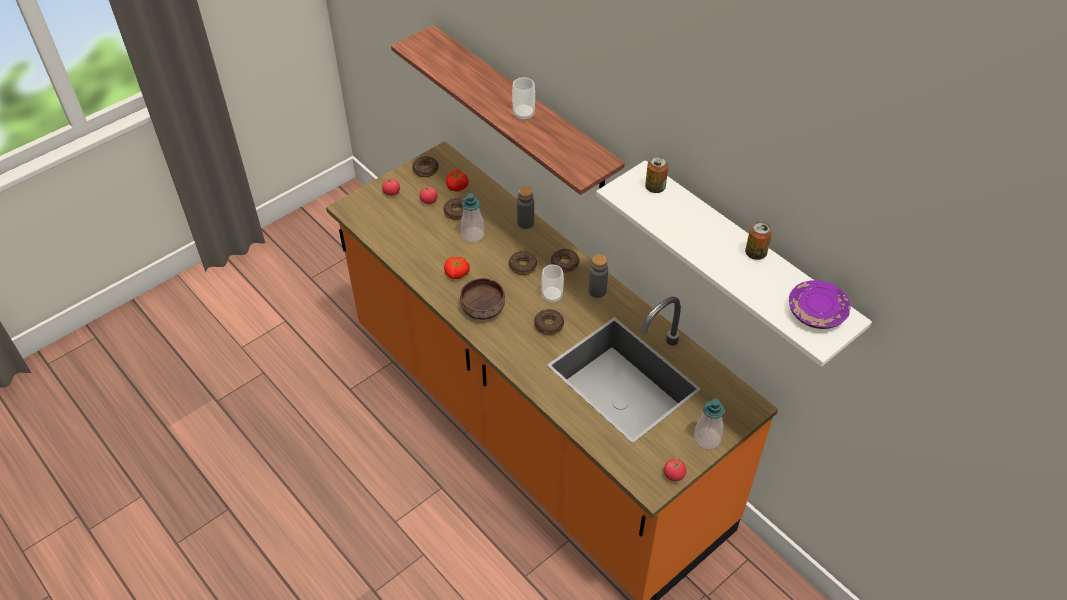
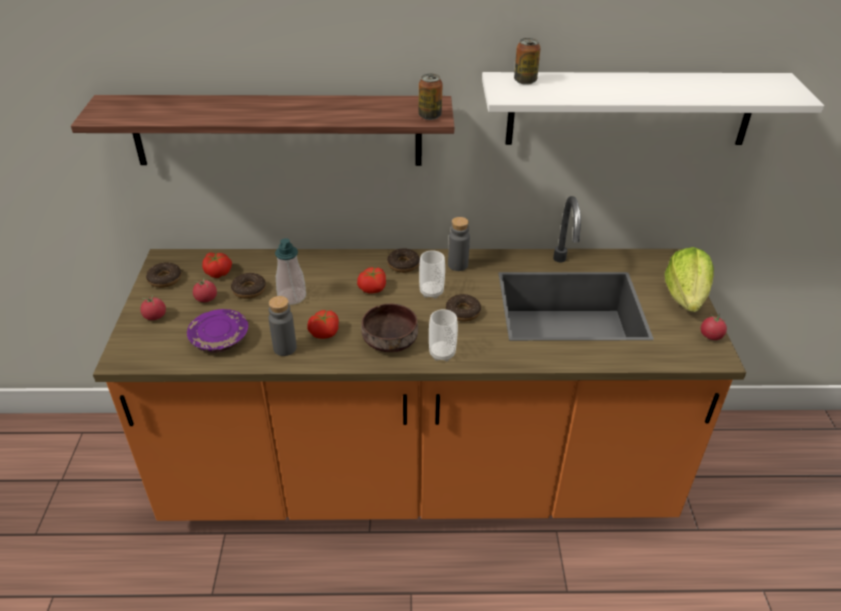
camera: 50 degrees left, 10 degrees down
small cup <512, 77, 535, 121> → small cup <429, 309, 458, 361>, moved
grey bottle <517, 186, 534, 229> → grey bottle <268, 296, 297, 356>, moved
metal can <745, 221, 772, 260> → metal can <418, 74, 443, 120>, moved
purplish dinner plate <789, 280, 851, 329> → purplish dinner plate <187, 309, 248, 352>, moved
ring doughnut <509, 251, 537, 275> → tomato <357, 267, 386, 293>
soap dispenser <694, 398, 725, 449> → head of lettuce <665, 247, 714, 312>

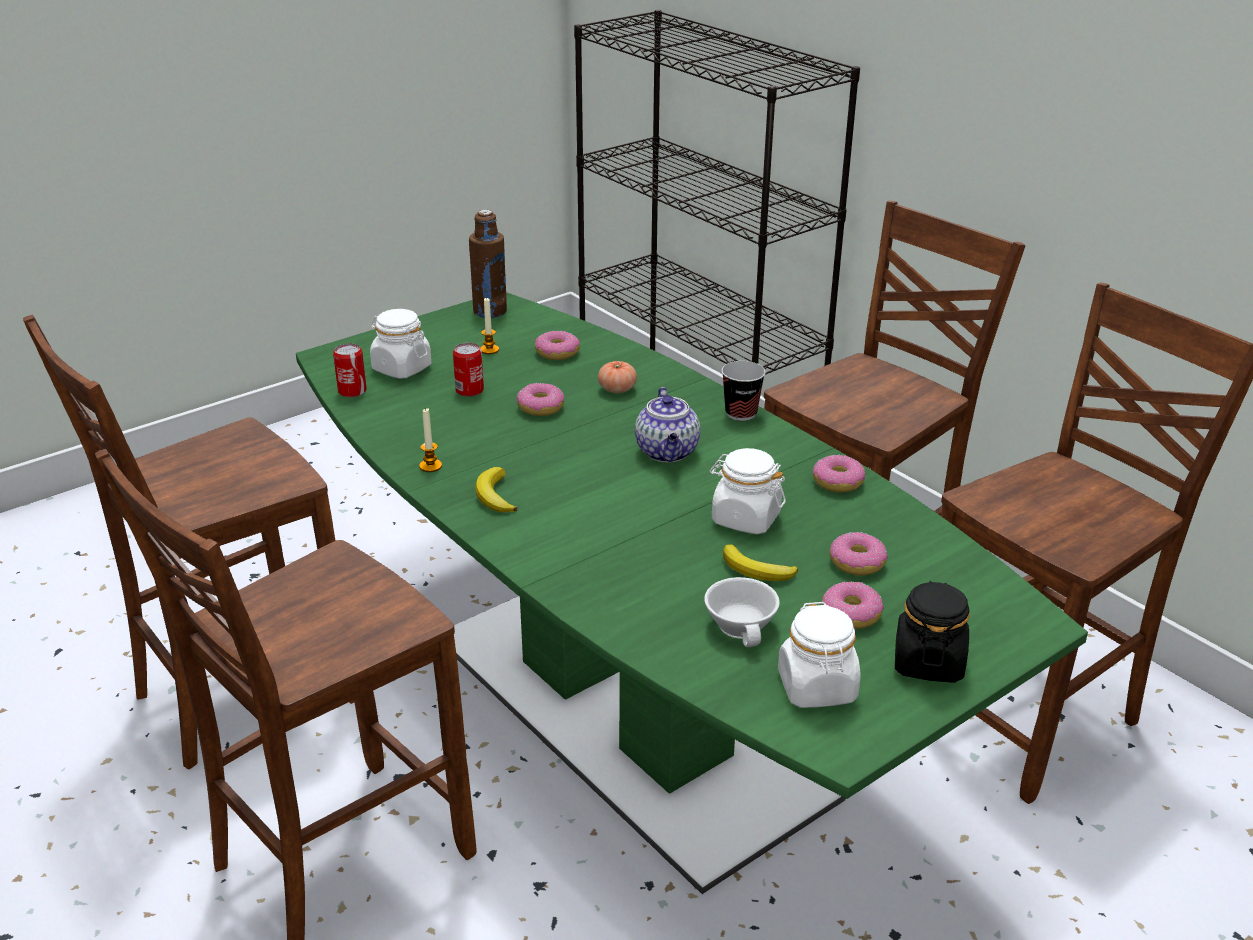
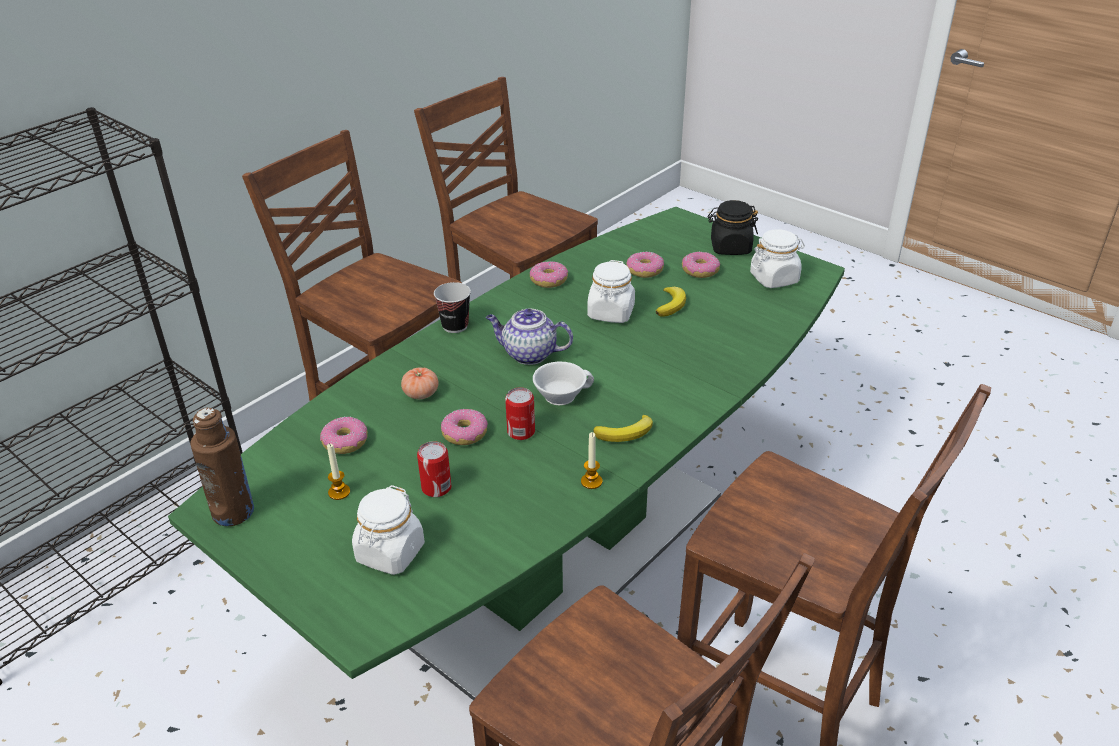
camera: 100 degrees left, 5 degrees up
metal can <333, 343, 367, 397> → metal can <505, 387, 535, 440>, moved
white-coloured small cup <704, 577, 780, 647> → white-coloured small cup <533, 362, 594, 405>, moved
pot for tea <635, 387, 700, 462> → pot for tea <486, 309, 573, 365>, 150 degrees counterclockwise

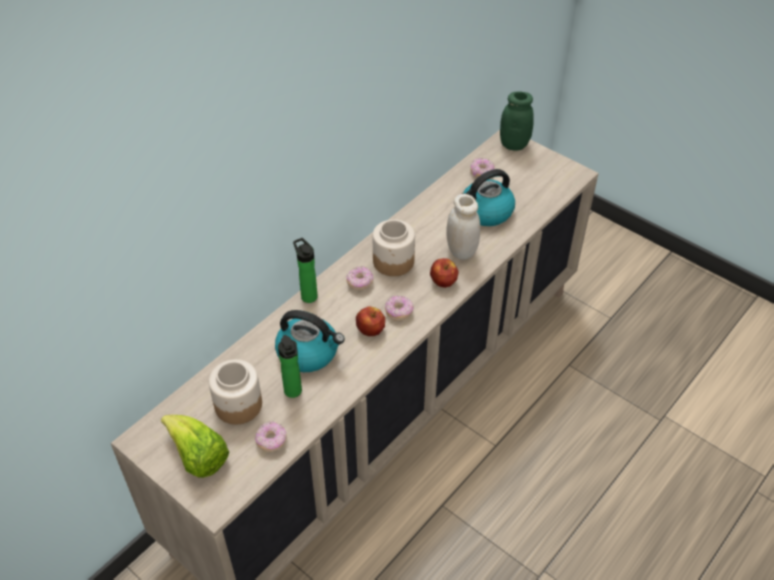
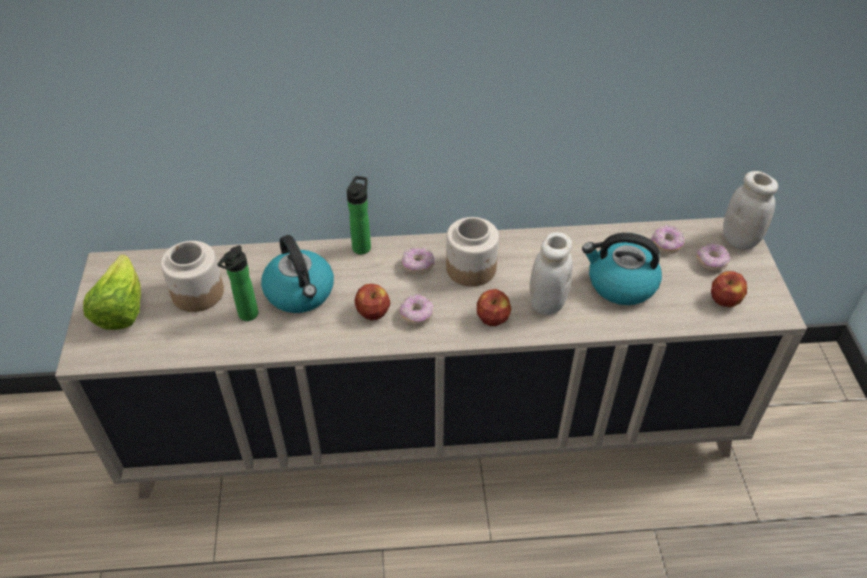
camera: 45 degrees right, 0 degrees up
- → apple fruit <711, 271, 747, 308>
ring doughnut <255, 421, 287, 452> → ring doughnut <696, 243, 730, 271>, moved
green preserve jar <500, 91, 534, 151> → white-coloured preserve jar <723, 171, 778, 249>

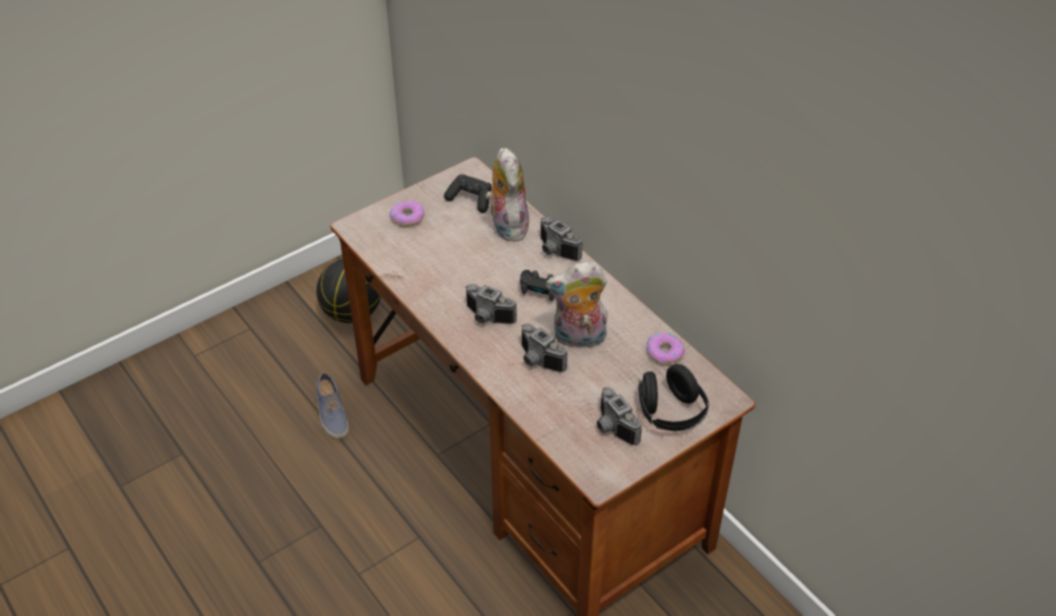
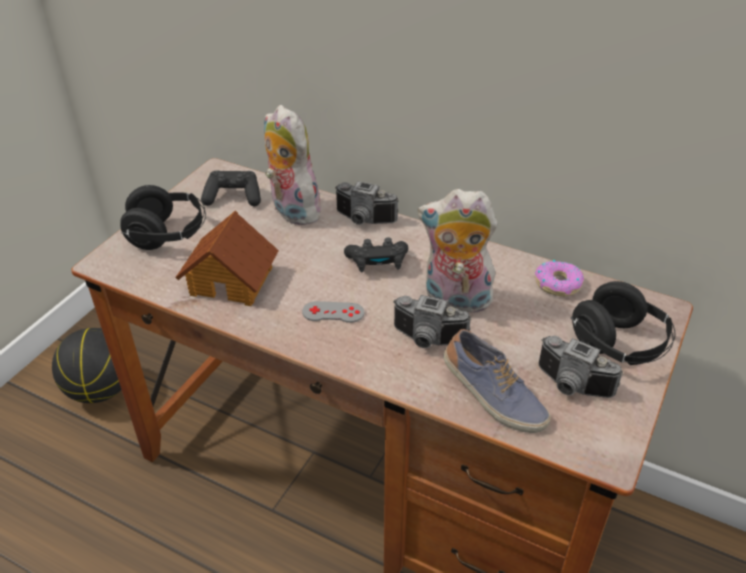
camera: 25 degrees left, 5 degrees down
- → miniature house <175, 210, 279, 306>
shoe <315, 372, 349, 439> → shoe <443, 329, 551, 433>, moved
ring doughnut <390, 201, 425, 227> → black-coloured headset <120, 185, 206, 250>
still camera <465, 284, 517, 324> → grey game controller <302, 301, 364, 323>
cuddly toy <546, 262, 608, 348> → cuddly toy <418, 189, 497, 313>, 45 degrees clockwise

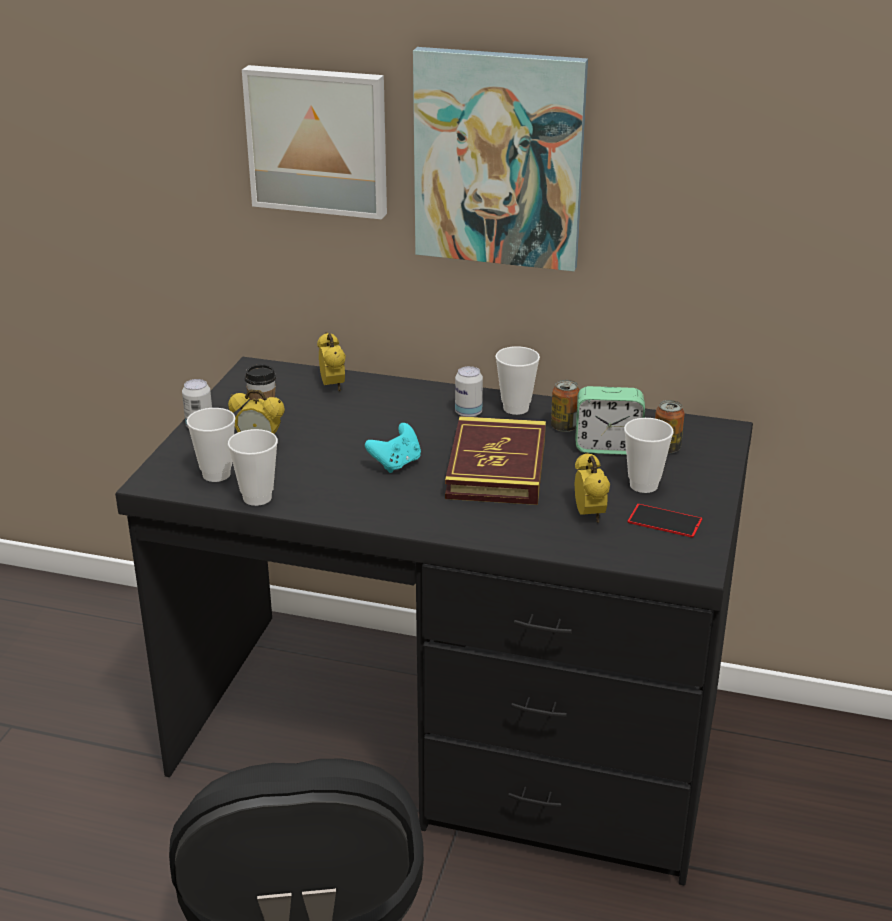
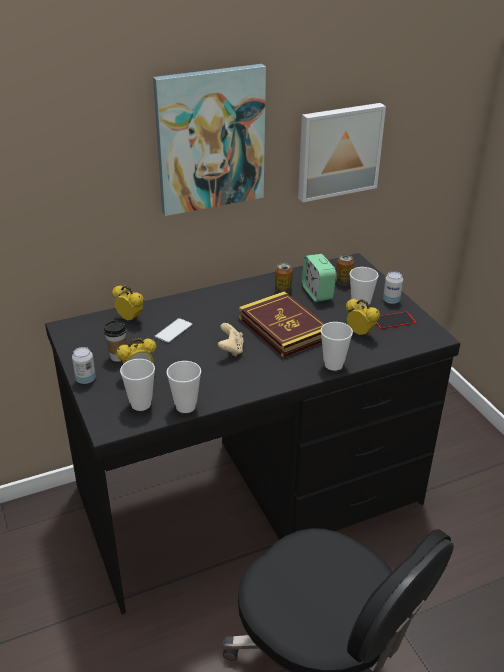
camera: 40 degrees left, 5 degrees up
- → phone <154, 318, 192, 343>
wall art <242, 65, 387, 219> → wall art <298, 103, 386, 202>, moved
metal can <455, 366, 483, 417> → metal can <383, 271, 403, 304>, moved
small cup <495, 346, 540, 415> → small cup <321, 322, 353, 371>, moved
turquoise game controller <365, 423, 421, 473> → sand-coloured game controller <218, 323, 244, 357>
bedside clock <575, 386, 645, 455> → bedside clock <302, 254, 336, 302>, 105 degrees clockwise

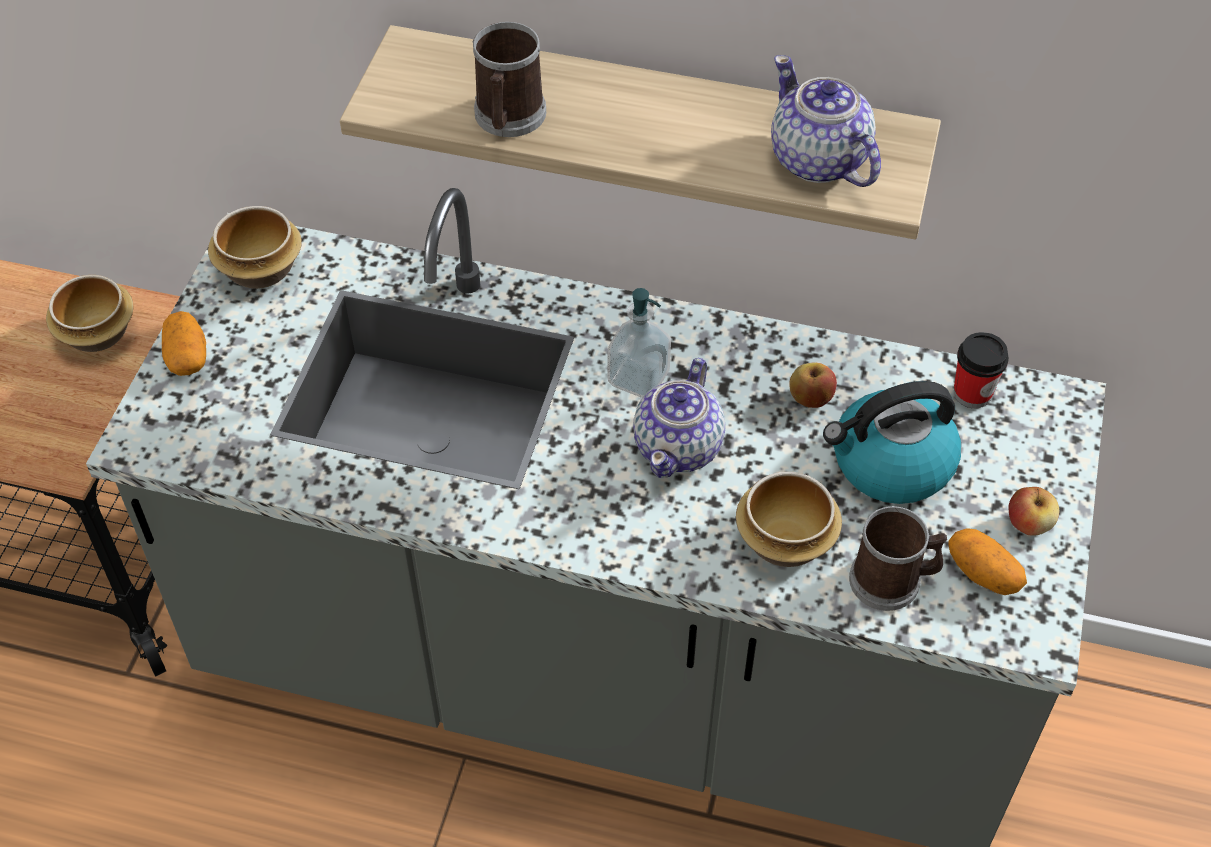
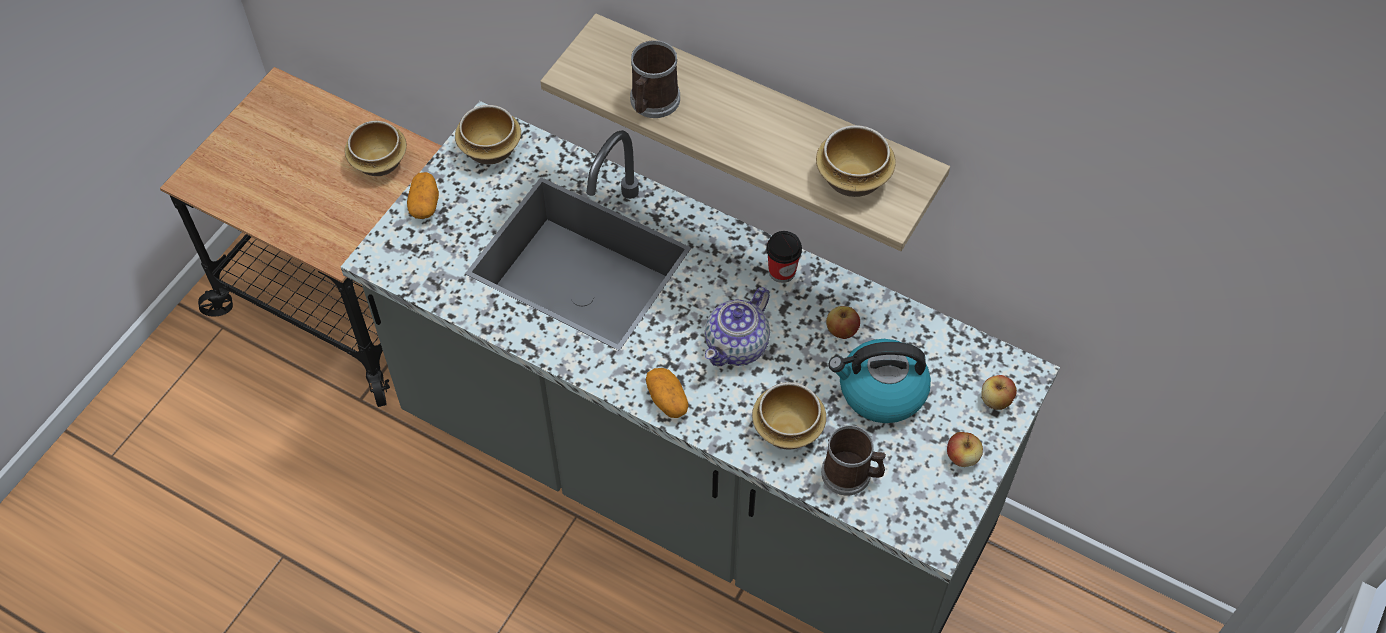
camera: 15 degrees right, 5 degrees up
soap dispenser <608, 288, 671, 398> → -
- → apple fruit <981, 375, 1017, 410>
spud <948, 528, 1027, 595> → spud <646, 368, 689, 418>, moved
small cup <954, 332, 1009, 408> → small cup <766, 231, 802, 283>, moved
pot for tea <771, 55, 881, 187> → serving bowl <816, 125, 896, 197>

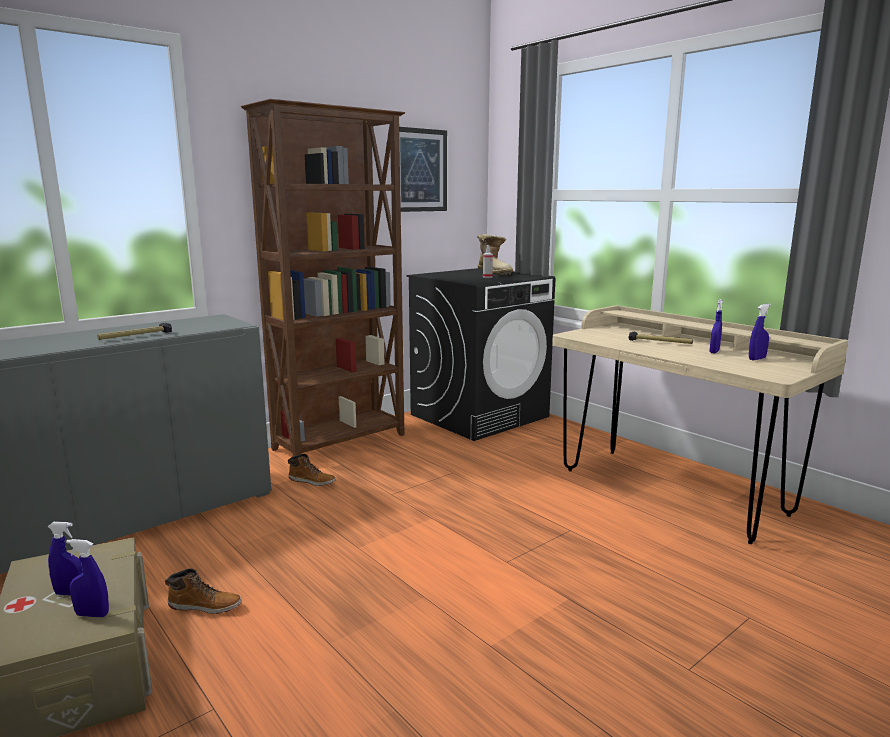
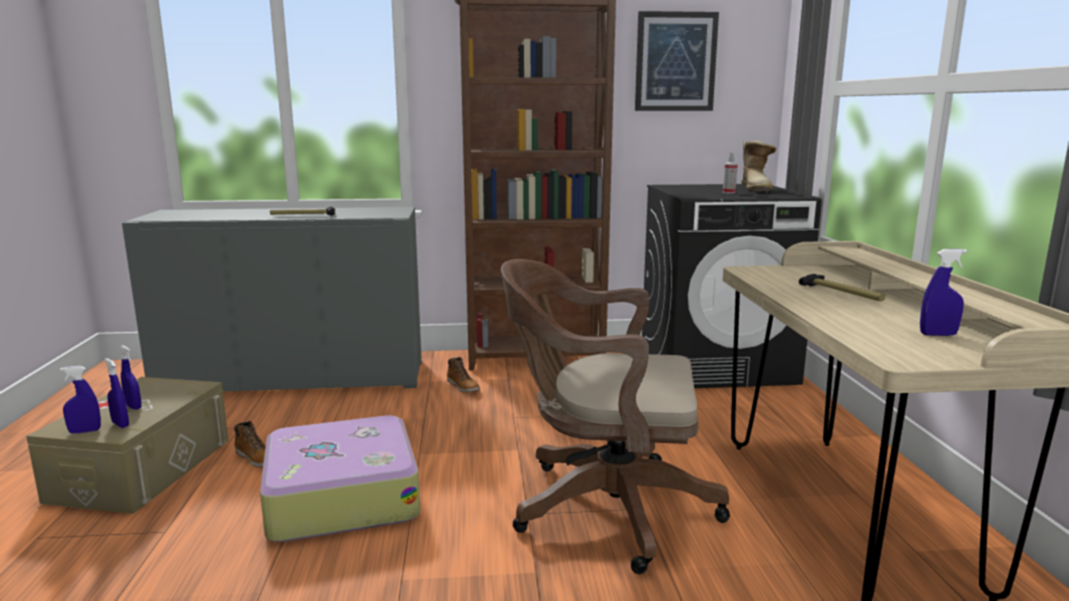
camera: 35 degrees right, 0 degrees up
- → piece of luggage <260, 415, 420, 542>
- → brownish computer chair <501, 259, 730, 574>
bluish spray bottle <709, 299, 723, 354> → bluish spray bottle <60, 366, 101, 434>, moved

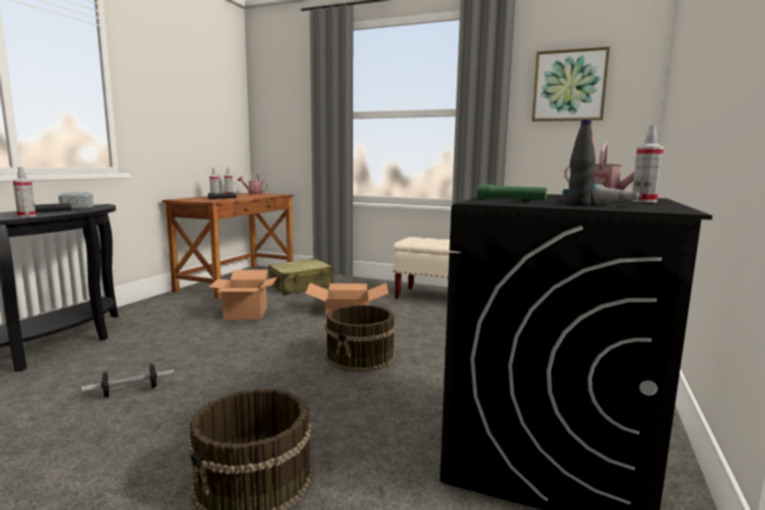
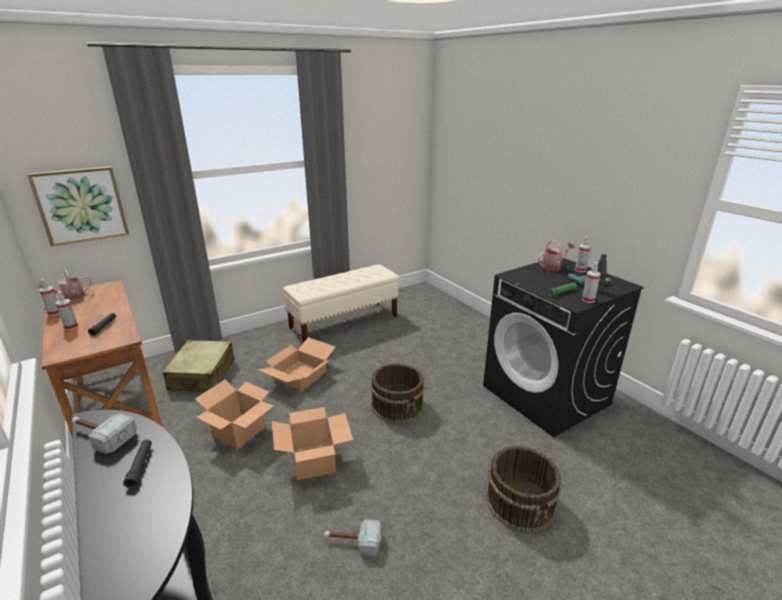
camera: 55 degrees left, 15 degrees up
- → packing box <272, 407, 353, 480>
spray bottle <13, 167, 36, 217> → spray bottle <582, 262, 601, 303>, moved
wall art <532, 47, 610, 121> → wall art <27, 166, 129, 246>, moved
hand weight <82, 364, 174, 397> → tool hammer <324, 519, 382, 556>

